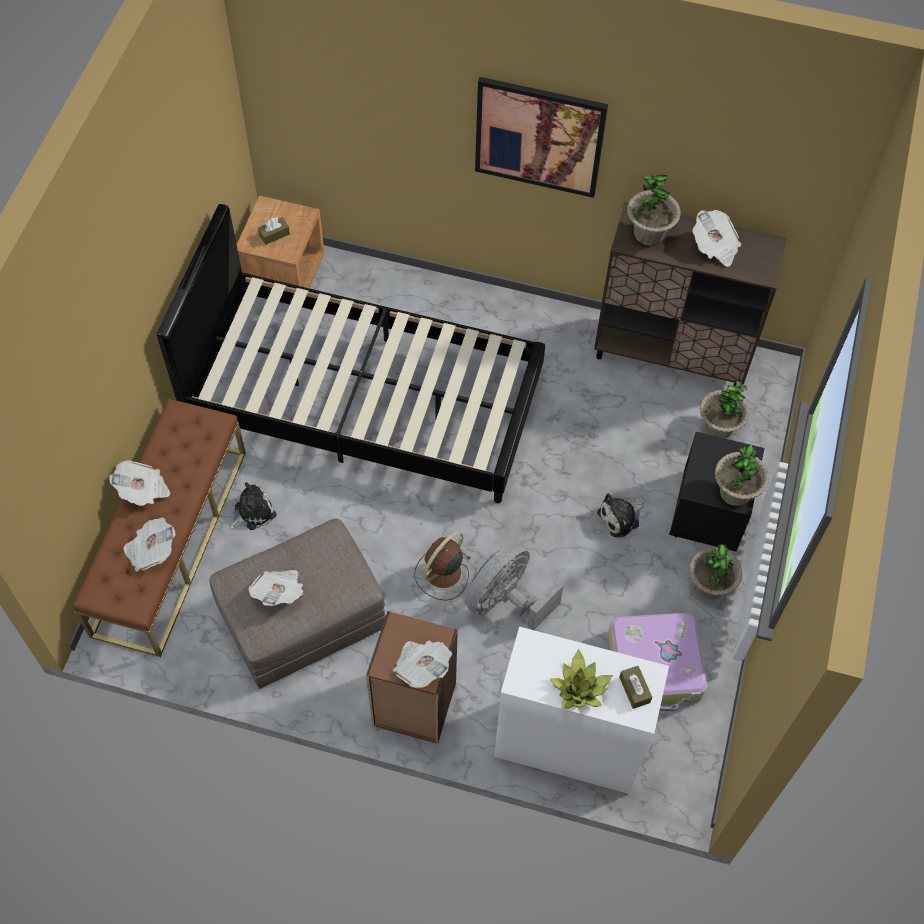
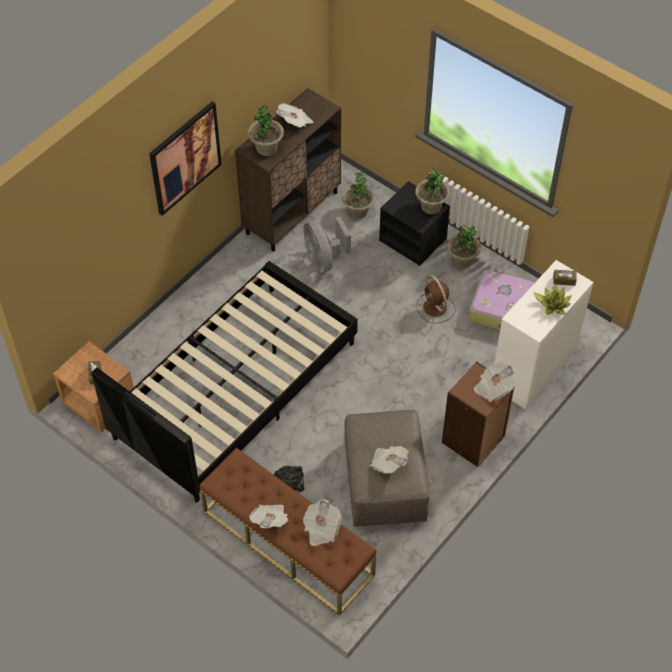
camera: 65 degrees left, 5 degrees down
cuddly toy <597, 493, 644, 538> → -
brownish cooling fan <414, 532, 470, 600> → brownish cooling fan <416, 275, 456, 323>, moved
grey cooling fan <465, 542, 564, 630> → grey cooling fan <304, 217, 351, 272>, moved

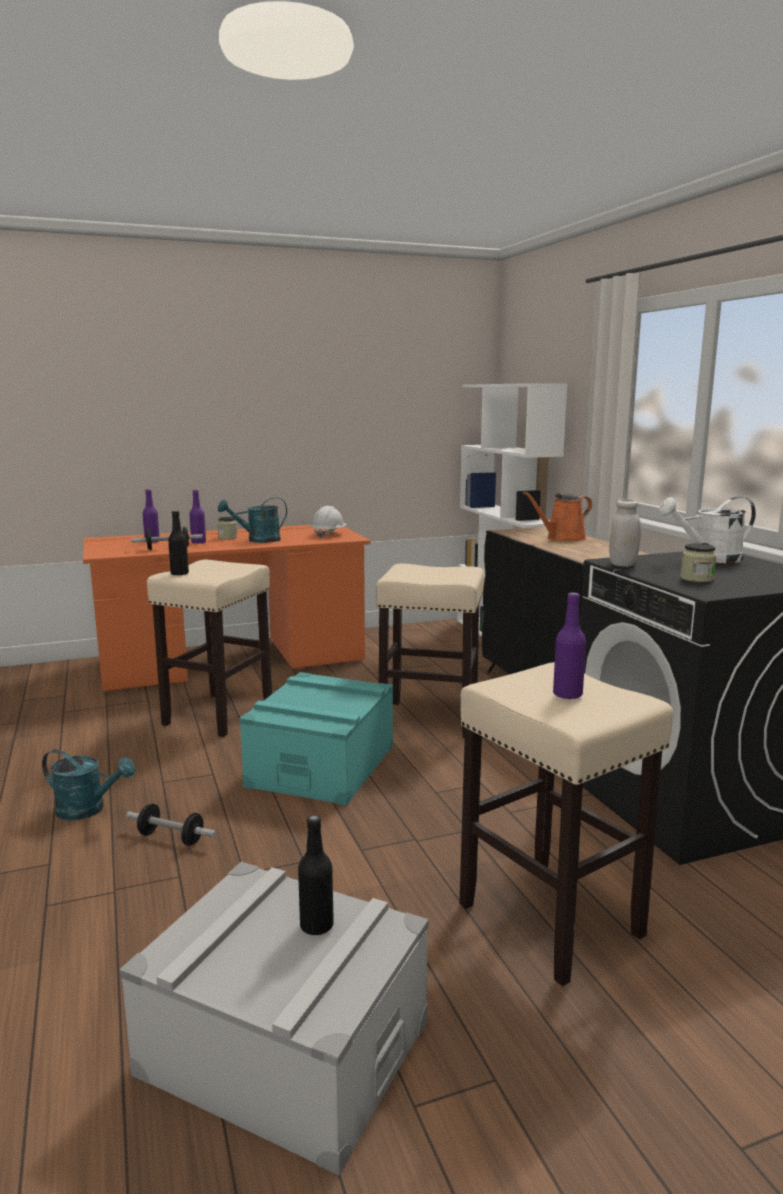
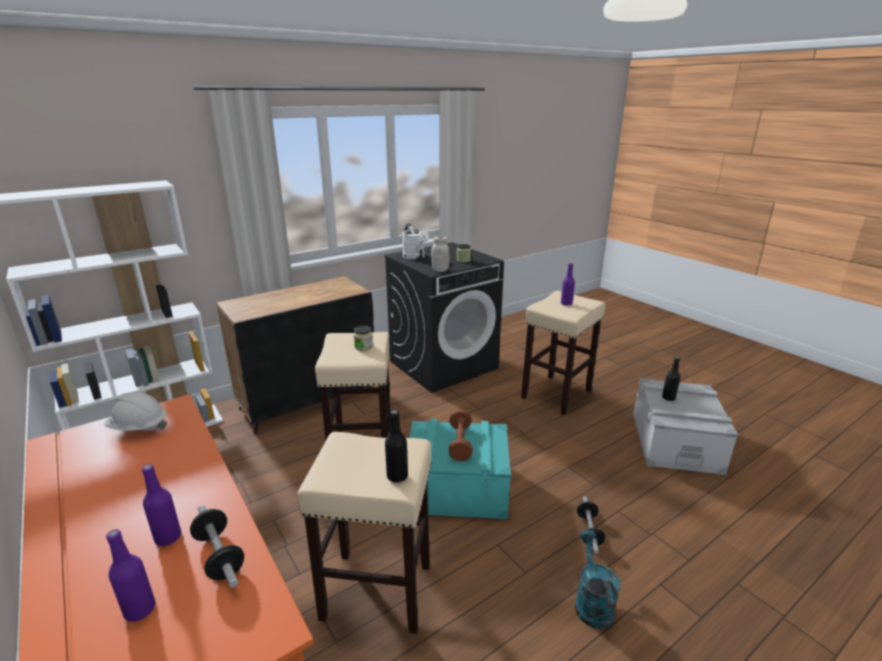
camera: 105 degrees left, 10 degrees up
turquoise watering pot <218, 497, 287, 543> → -
orangey watering pot <523, 492, 592, 541> → -
- → brownish hand weight <449, 409, 473, 461>
preserve jar <218, 517, 237, 539> → preserve jar <353, 326, 373, 351>, moved

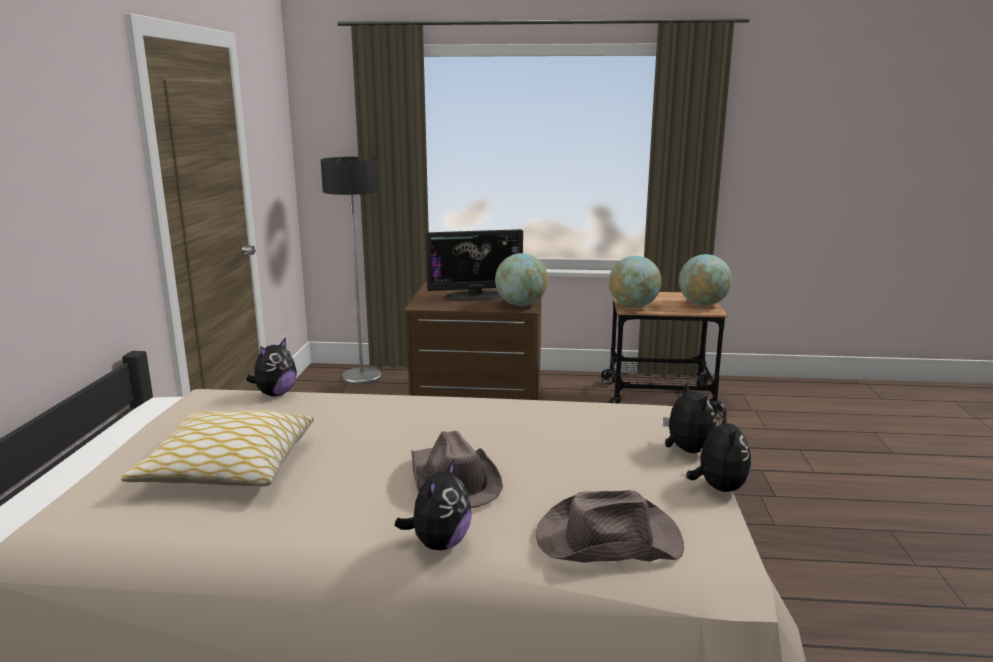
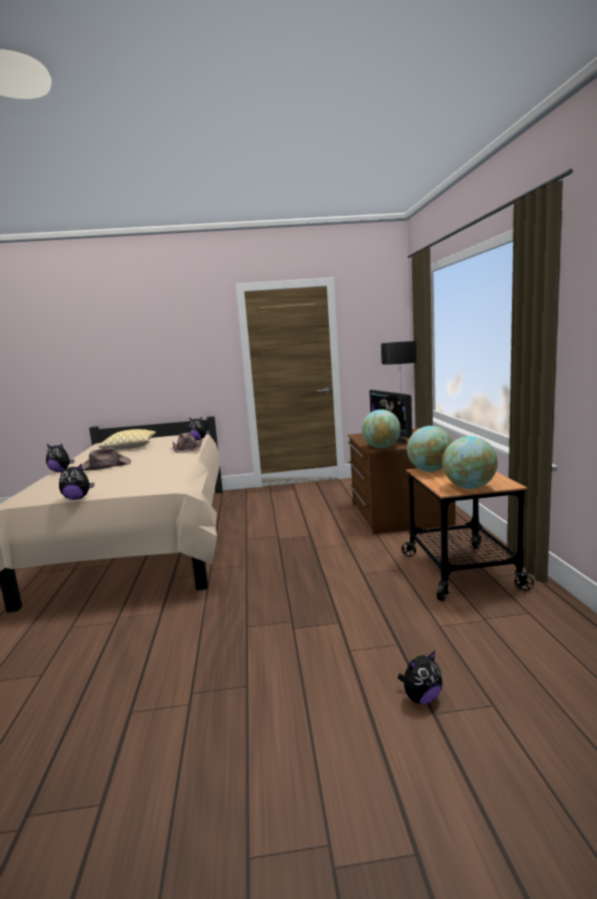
camera: 80 degrees right, 5 degrees down
brownish clothing hat <536, 490, 684, 563> → brownish clothing hat <173, 432, 202, 453>, moved
cuddly toy <663, 382, 716, 453> → cuddly toy <398, 651, 442, 704>, moved

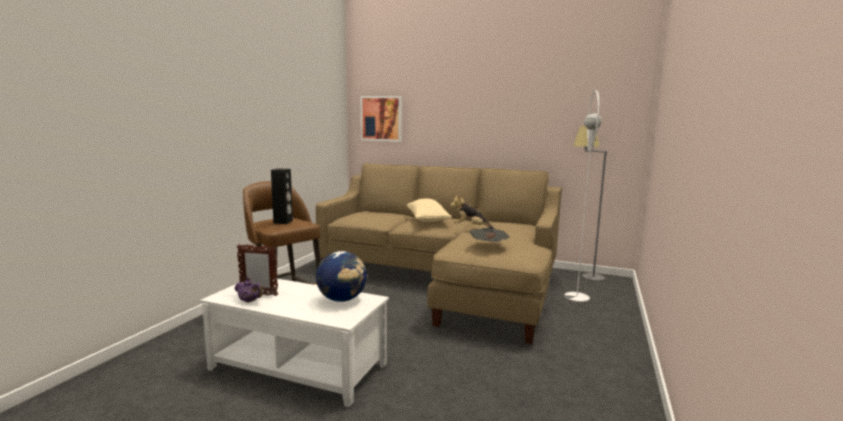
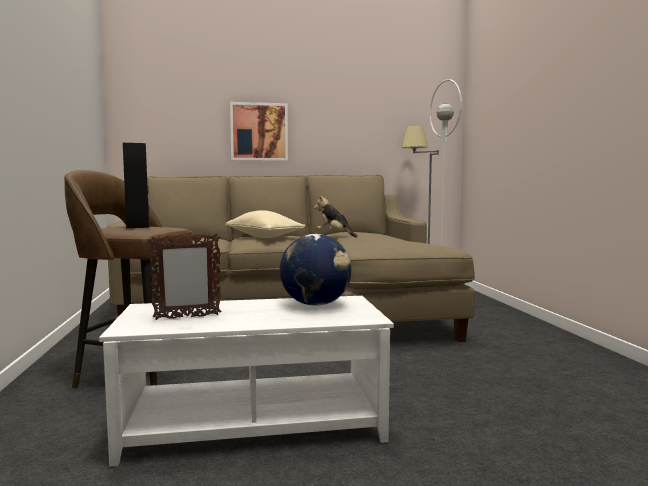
camera: 30 degrees left, 5 degrees down
purplish pot for tea <235, 277, 263, 302> → -
printed paper <468, 228, 510, 242> → -
wall art <360, 96, 402, 142> → wall art <230, 102, 288, 161>, moved
cuddly toy <450, 195, 494, 228> → cuddly toy <314, 195, 358, 237>, 60 degrees clockwise

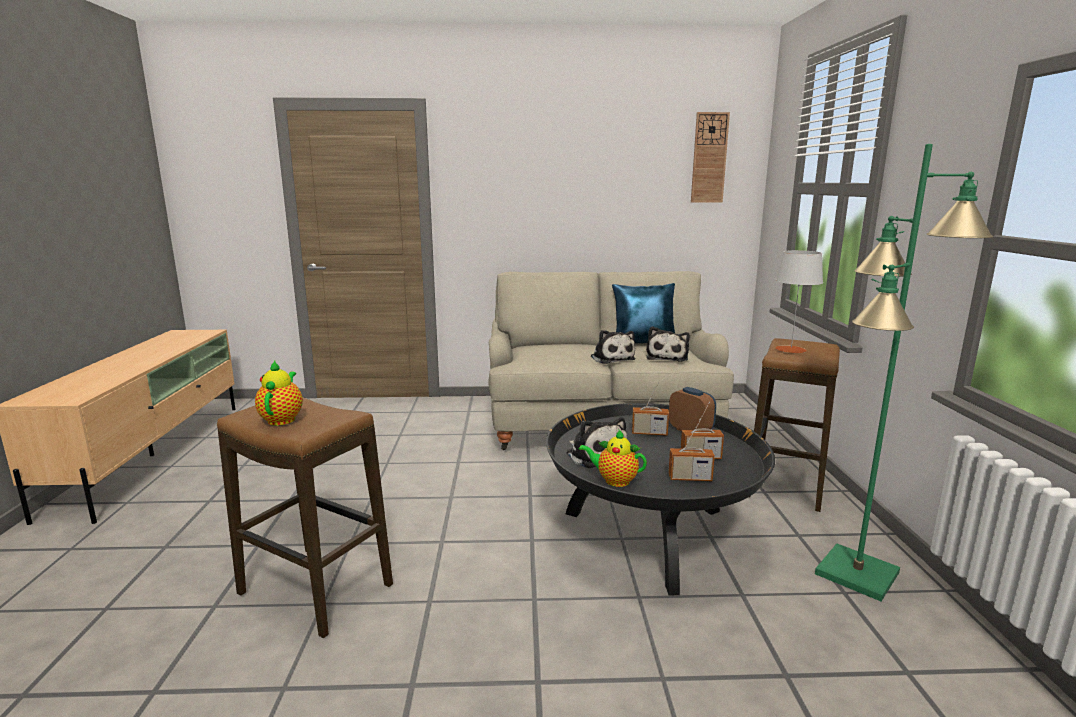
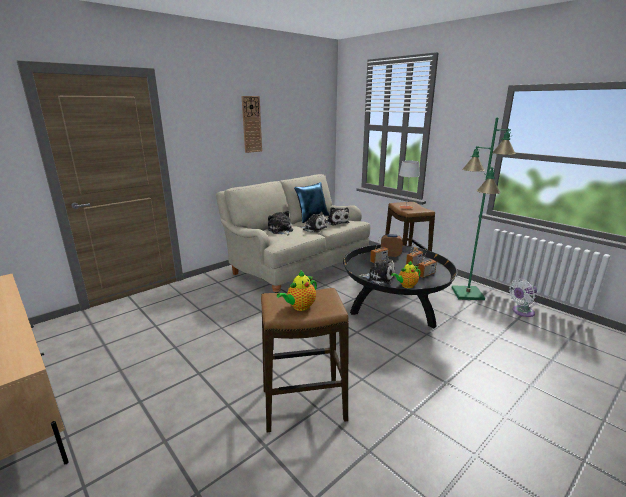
camera: 40 degrees left, 5 degrees up
- → cuddly toy <268, 211, 293, 235>
- → white-coloured cooling fan <509, 279, 537, 317>
wall clock <691, 112, 730, 203> → wall clock <242, 96, 262, 153>, moved
pot for tea <255, 361, 303, 426> → pot for tea <277, 270, 317, 311>, 90 degrees counterclockwise

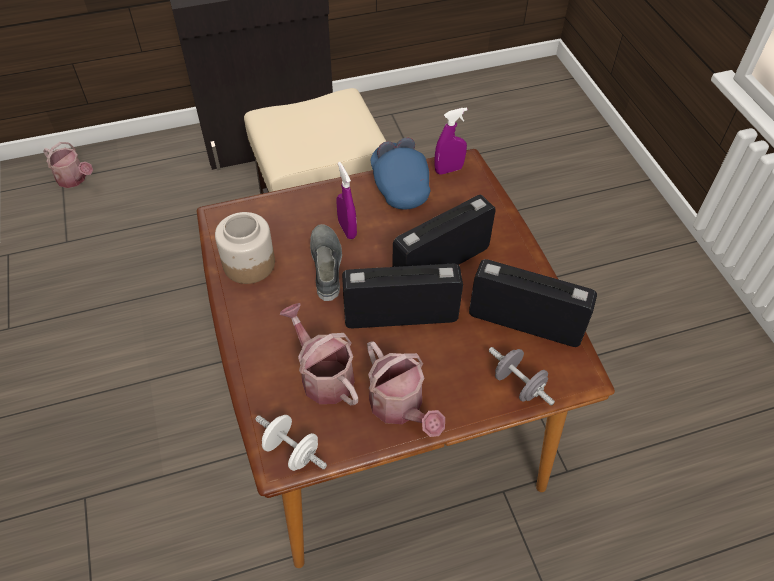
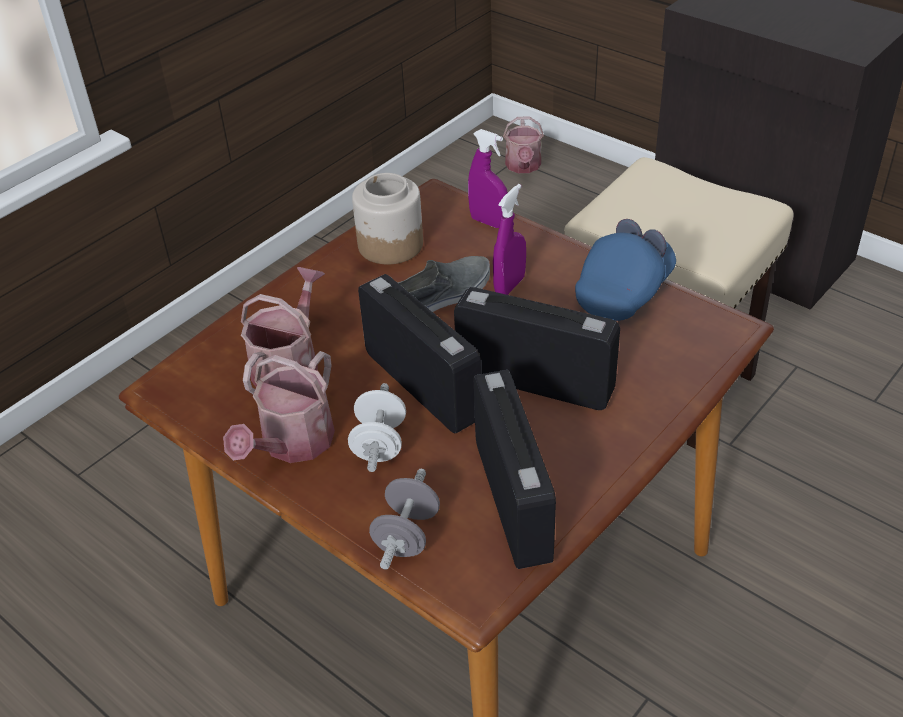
camera: 60 degrees right, 10 degrees down
white-coloured hand weight <255, 415, 327, 471> → white-coloured hand weight <348, 383, 406, 472>, moved
purplish spray bottle <434, 107, 468, 175> → purplish spray bottle <468, 129, 508, 228>, moved

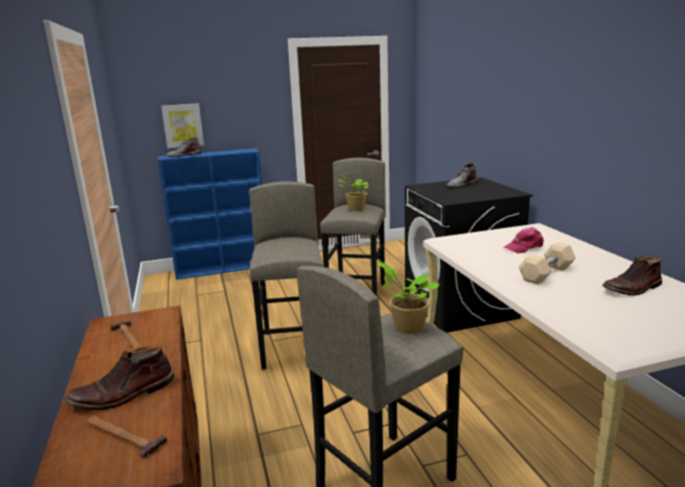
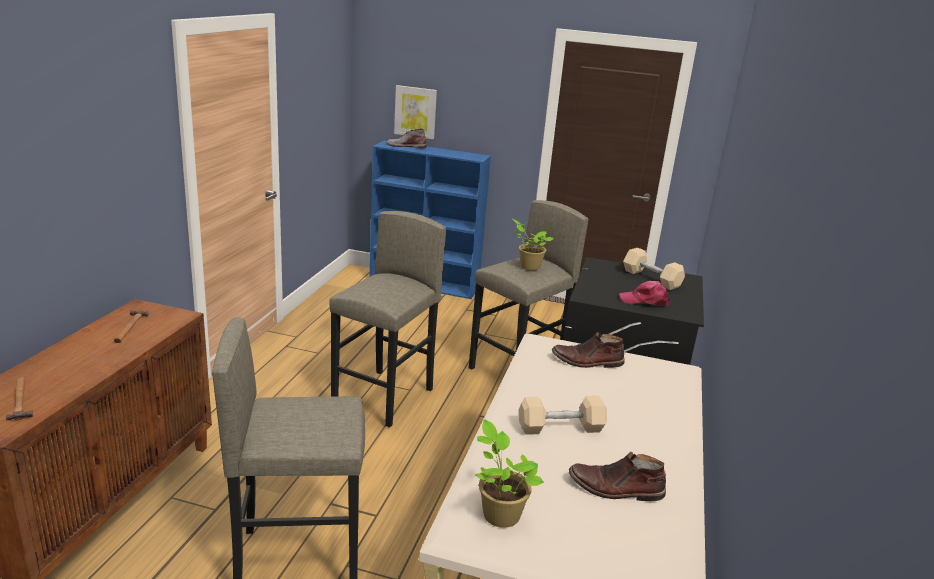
camera: 30 degrees right, 5 degrees up
brownish high-top boot <65, 347, 174, 410> → brownish high-top boot <552, 332, 625, 368>, moved
plant in a pot <376, 260, 439, 334> → plant in a pot <475, 419, 544, 528>, moved
pink baseball cap <503, 227, 544, 253> → pink baseball cap <619, 281, 670, 306>, moved
grey high-top boot <446, 163, 478, 188> → sand-coloured hand weight <623, 248, 685, 290>

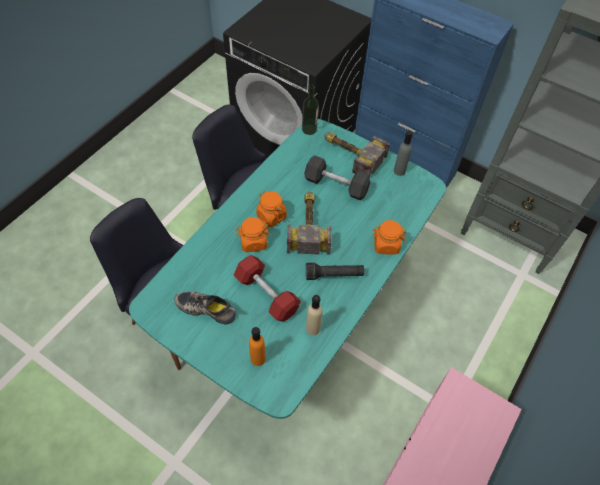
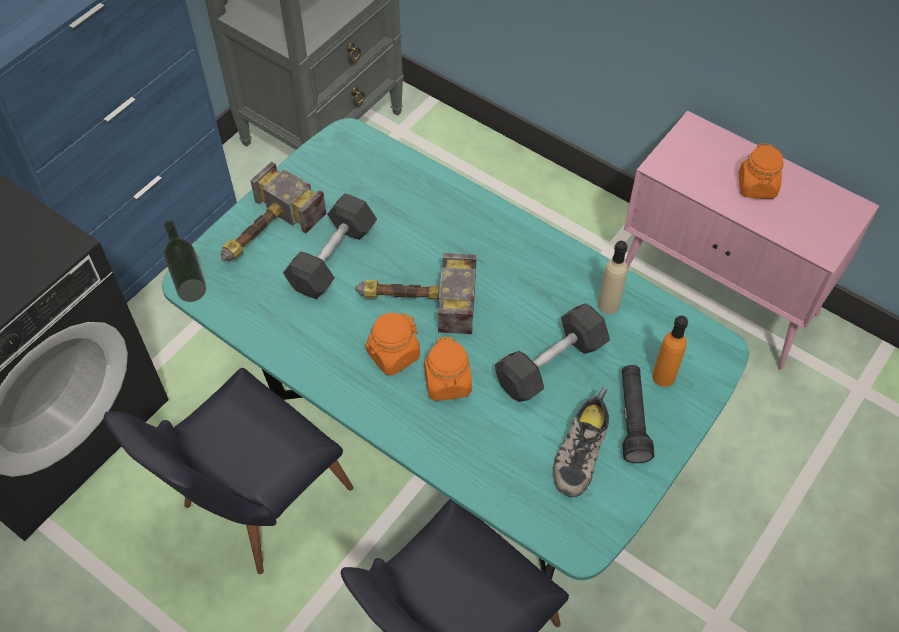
camera: 85 degrees left, 0 degrees up
grey bottle <394, 131, 413, 176> → -
black-coloured torch <306, 263, 364, 280> → black-coloured torch <622, 365, 655, 463>, moved
orangey preserve jar <373, 220, 406, 254> → orangey preserve jar <739, 143, 783, 199>, moved
red hand weight <234, 255, 301, 322> → grey hand weight <495, 303, 610, 402>

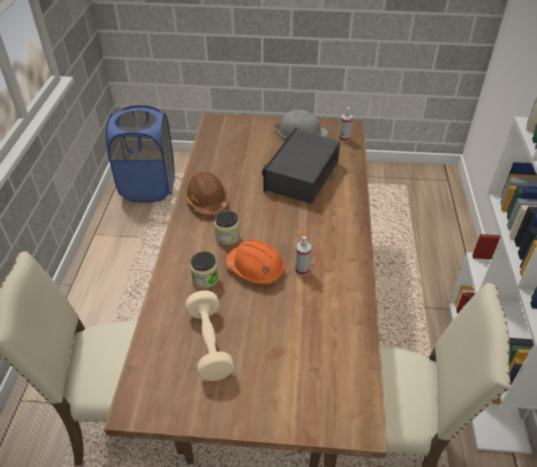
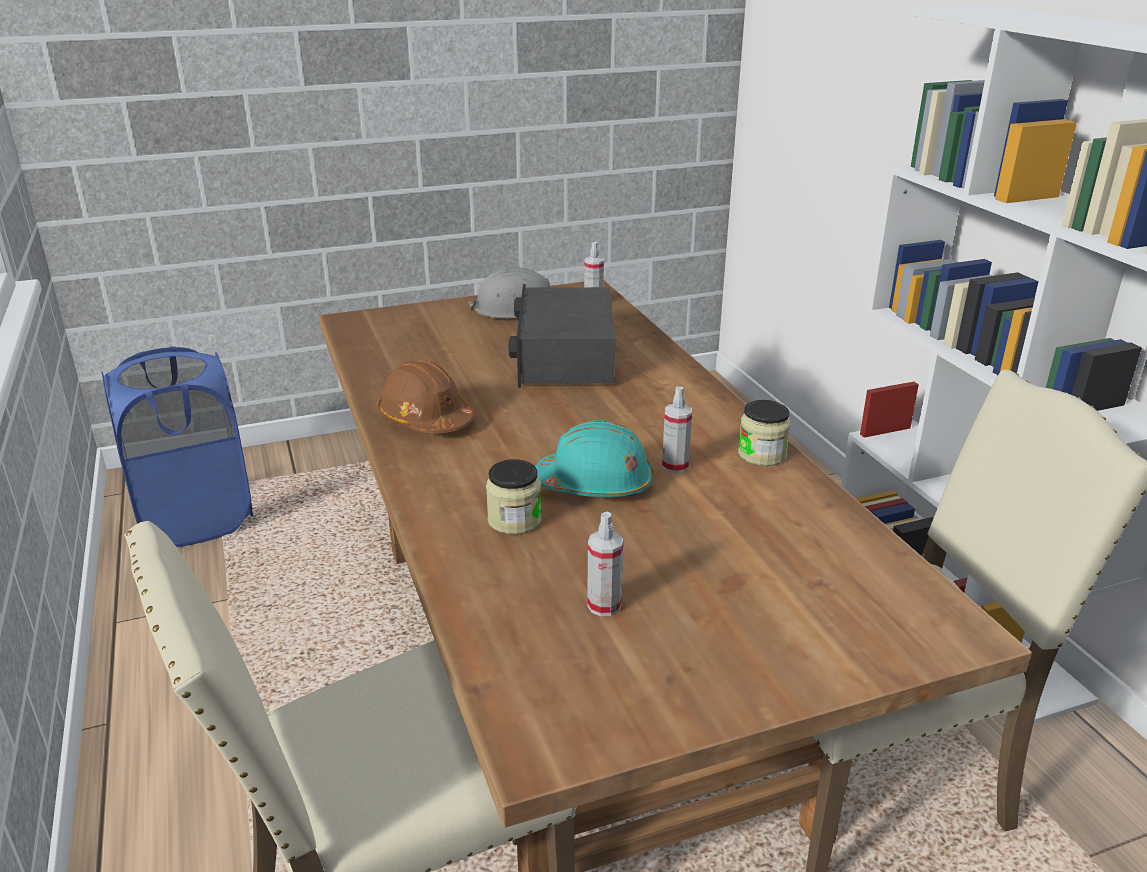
camera: 25 degrees left, 15 degrees down
preserve jar <214, 210, 240, 245> → preserve jar <738, 400, 791, 466>, moved
sand-coloured hand weight <185, 290, 234, 381> → spray bottle <587, 512, 623, 616>
orangey hard hat <226, 239, 285, 285> → turquoise hard hat <535, 420, 654, 497>

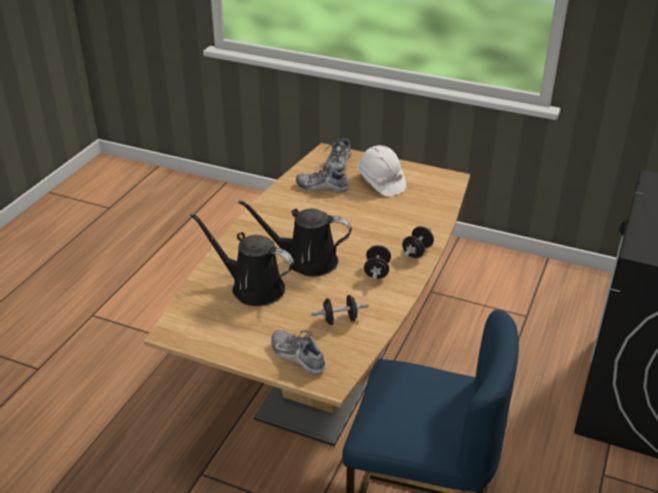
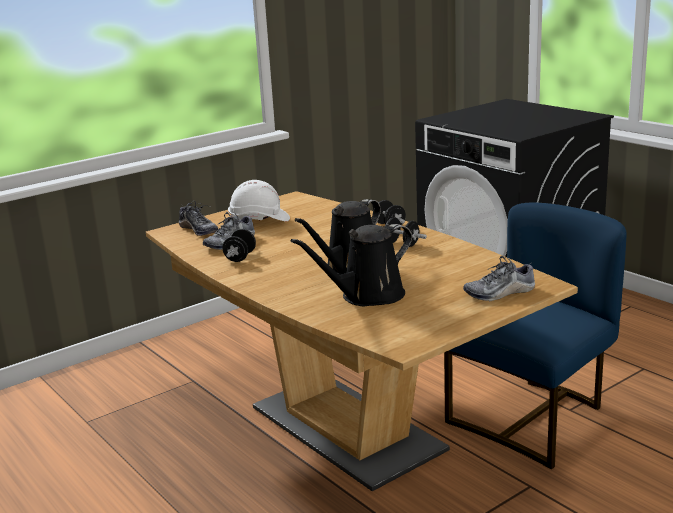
camera: 60 degrees left, 15 degrees down
black-coloured hand weight <311, 295, 369, 325> → black-coloured hand weight <222, 229, 256, 262>, moved

